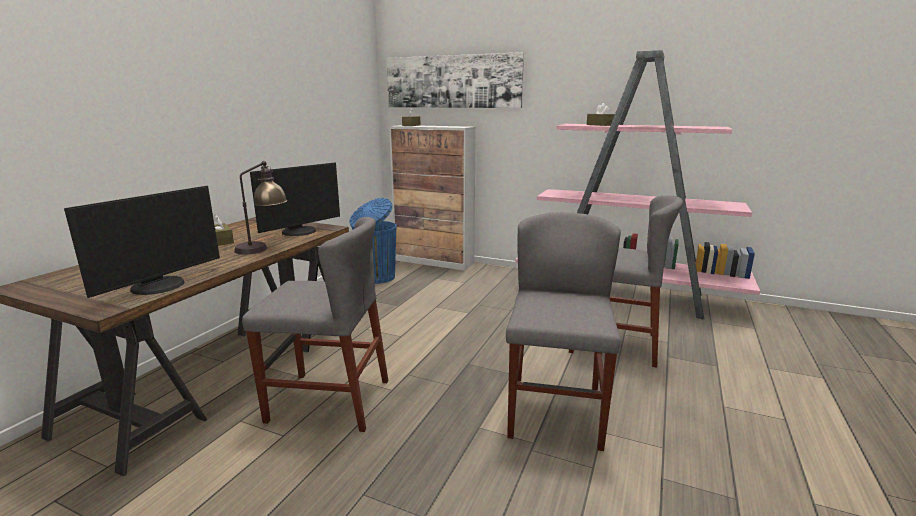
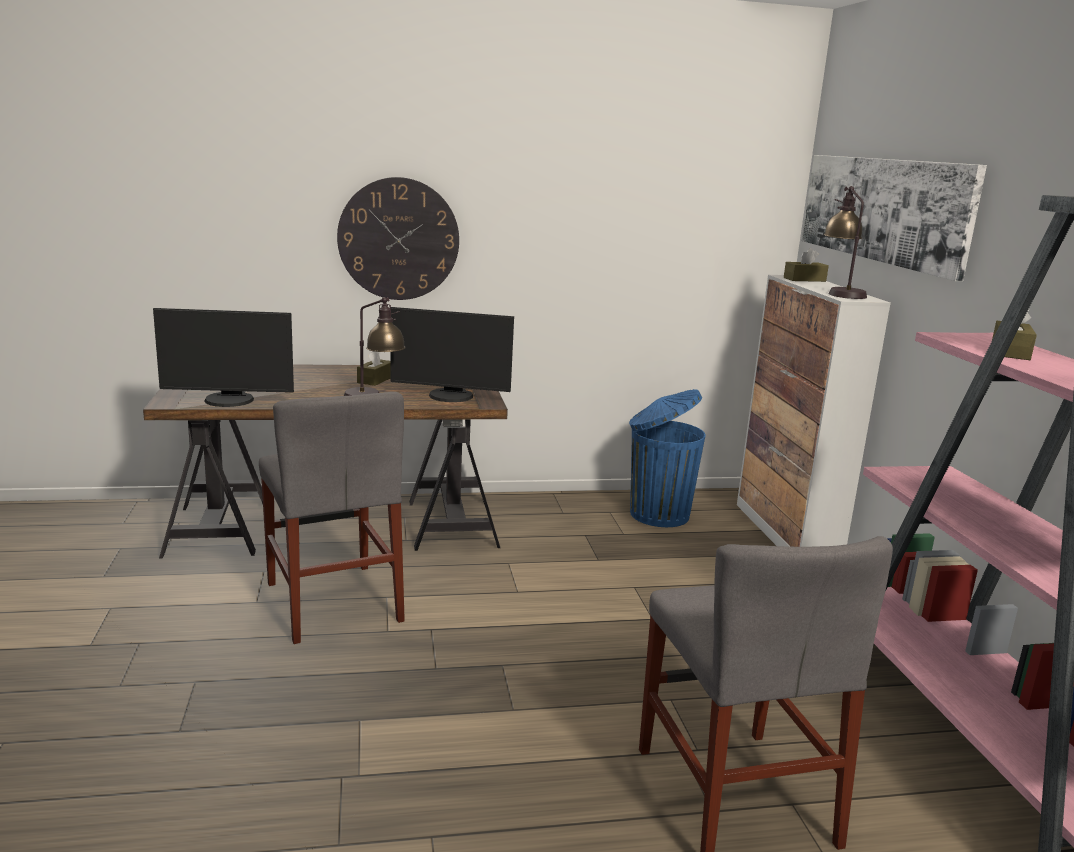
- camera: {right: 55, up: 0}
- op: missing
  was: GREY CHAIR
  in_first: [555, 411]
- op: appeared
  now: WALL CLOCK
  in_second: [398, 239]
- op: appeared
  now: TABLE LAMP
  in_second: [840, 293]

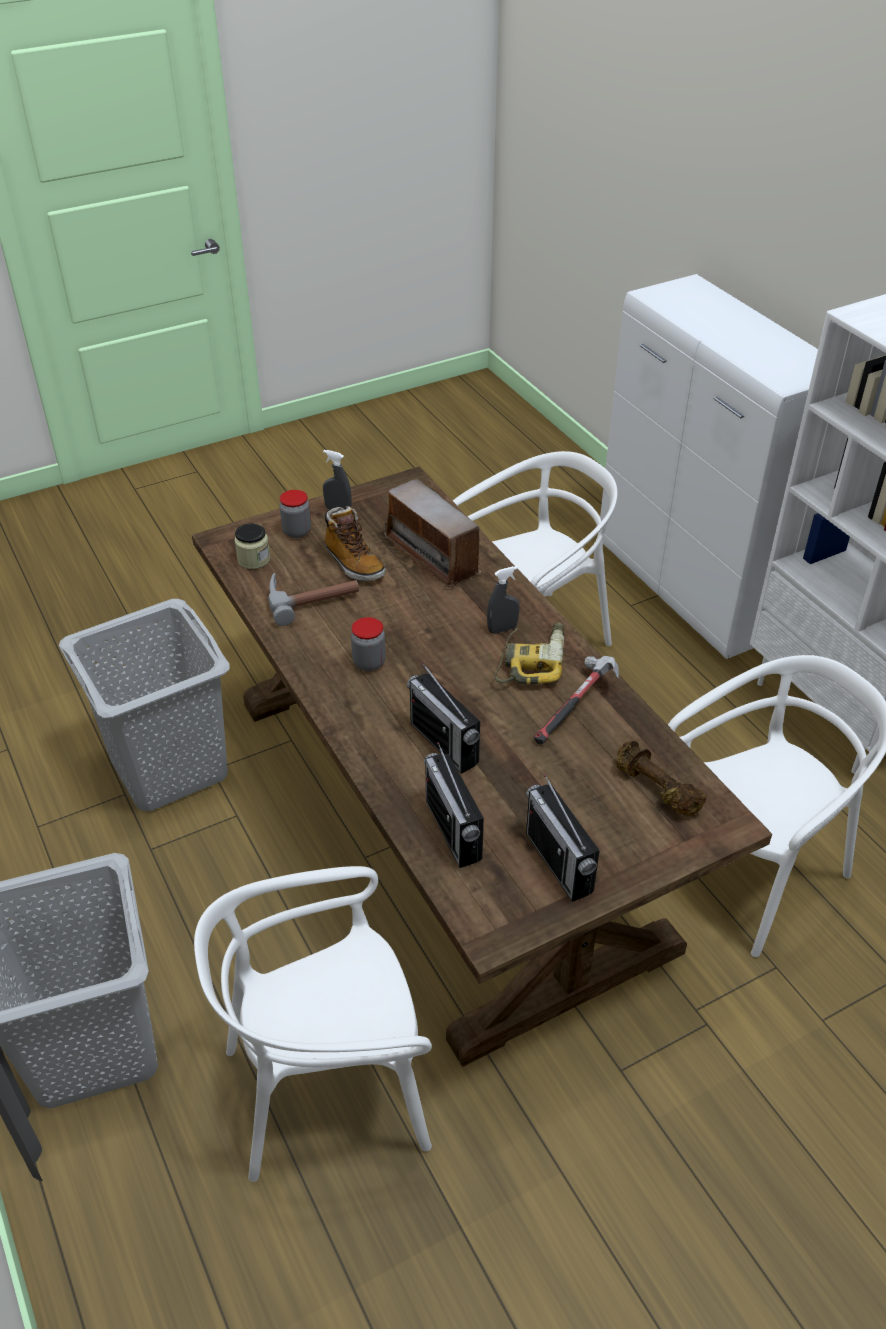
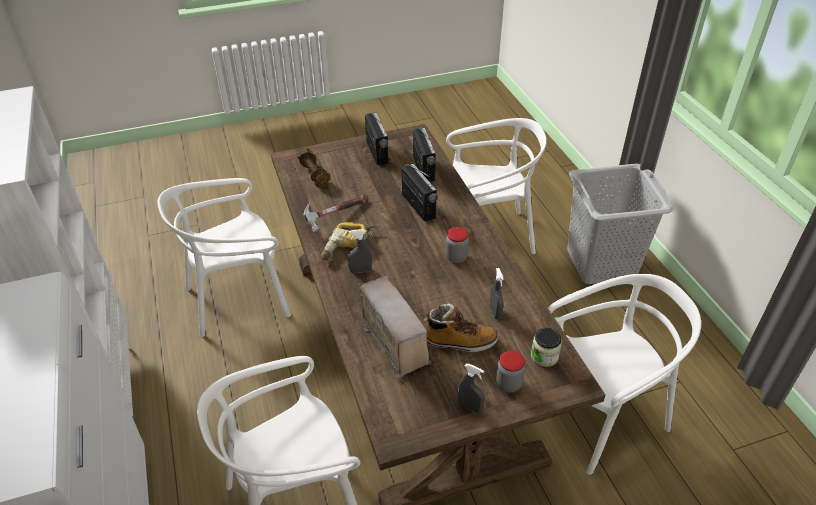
- camera: {right: -170, up: 0}
- op: spun
  was: BOOT
  in_first: [353, 563]
  in_second: [460, 341]
  clockwise: 120
- op: exchanged
  was: HAMMER
  now: GREY SPRAY BOTTLE
  in_first: [311, 598]
  in_second: [495, 312]
- op: exchanged
  was: GREY LAUNDRY BASKET
  now: WHITE CHAIR
  in_first: [168, 767]
  in_second: [601, 415]

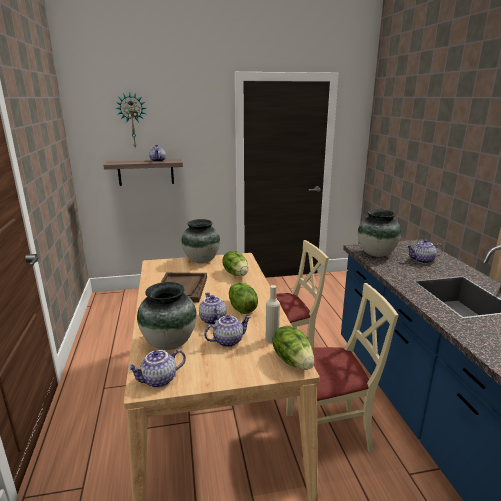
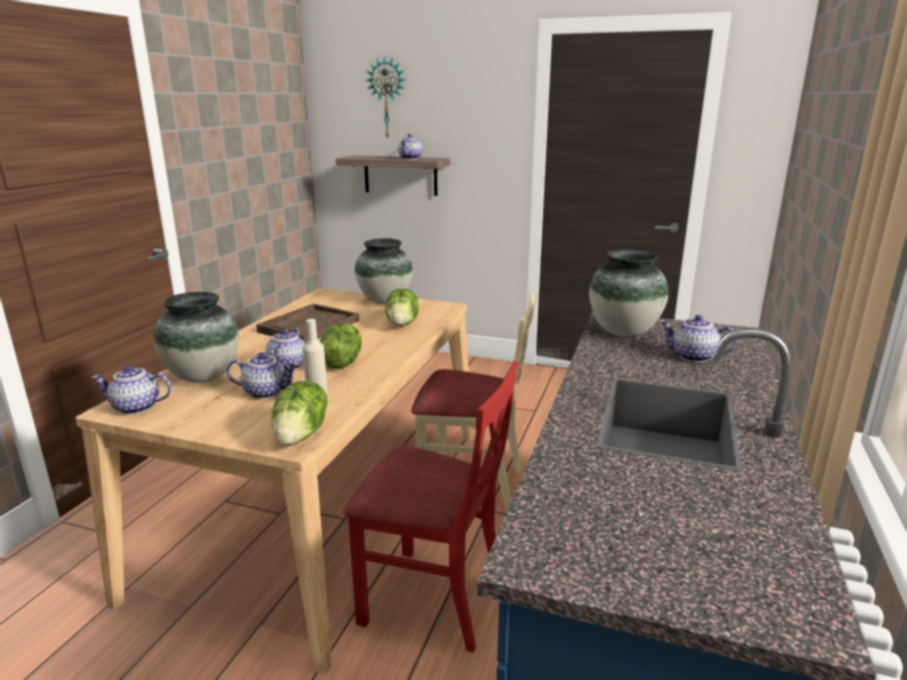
- camera: {right: 30, up: 0}
- op: colour
  was: BEIGE CHAIR
  now: RED CHAIR
  in_first: [327, 433]
  in_second: [433, 599]

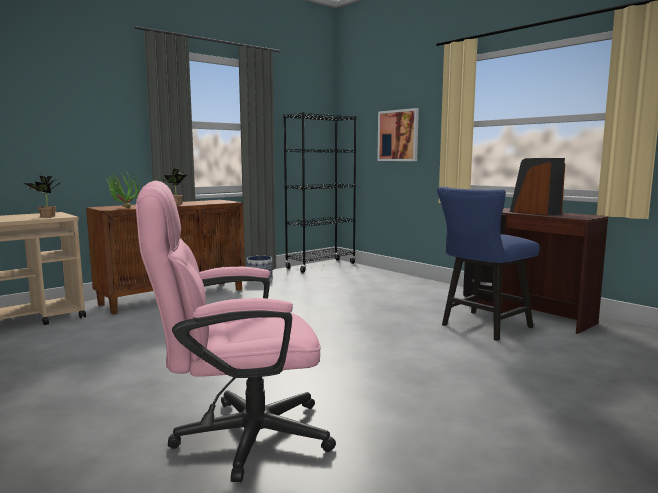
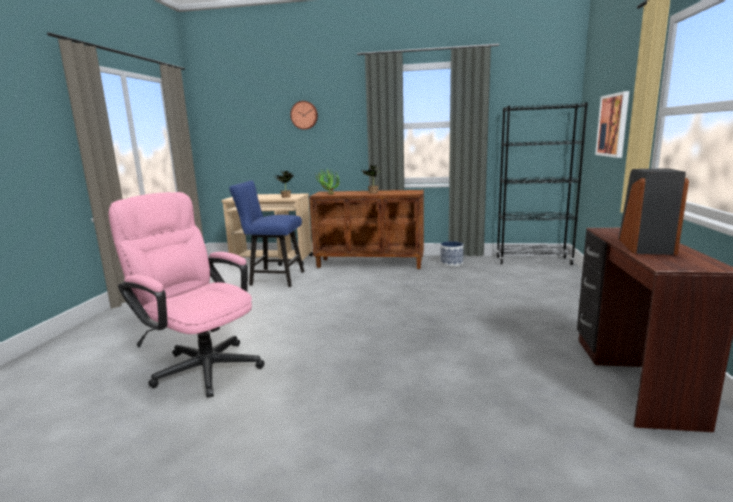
- camera: {right: 50, up: 5}
- op: relocated
  was: BLUE CHAIR
  in_first: [482, 327]
  in_second: [273, 278]
- op: appeared
  now: WALL CLOCK
  in_second: [304, 115]

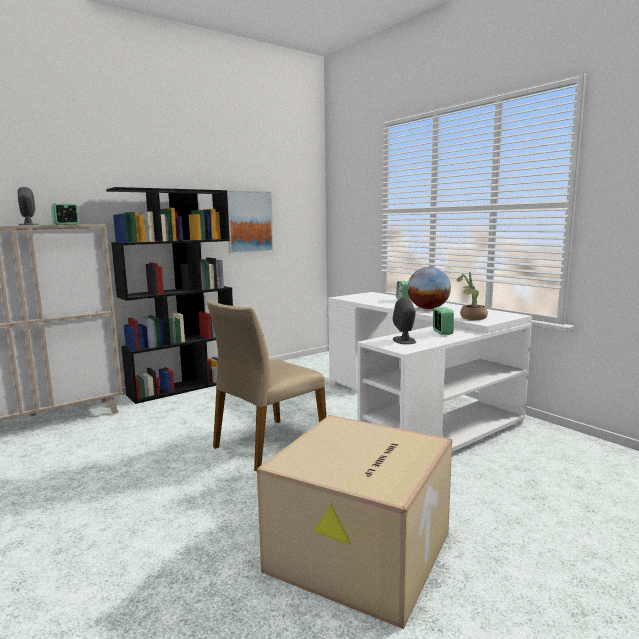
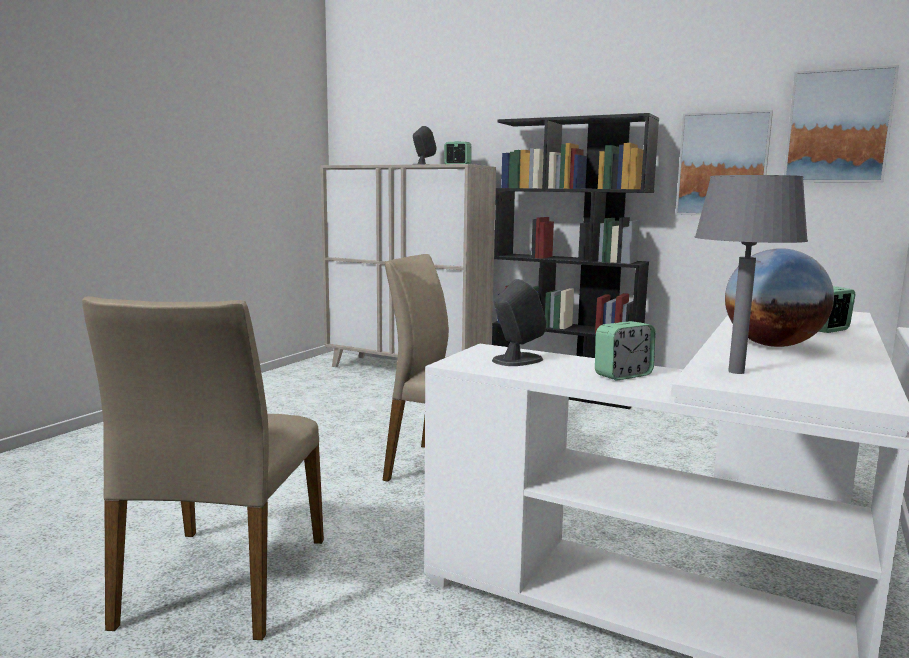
- camera: {right: 65, up: 0}
- op: exchanged
  was: POTTED PLANT
  now: GREY TABLE LAMP
  in_first: [471, 318]
  in_second: [735, 372]
- op: exchanged
  was: CARDBOARD BOX
  now: BEIGE CHAIR
  in_first: [361, 553]
  in_second: [222, 581]
- op: appeared
  now: PICTURE
  in_second: [838, 127]

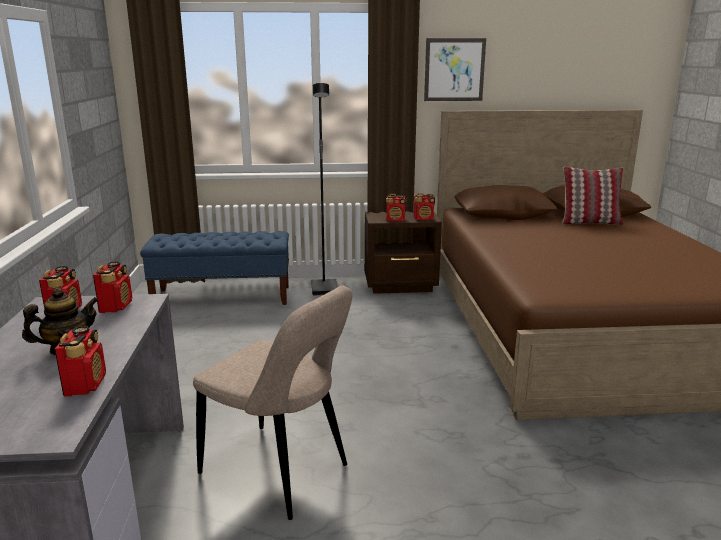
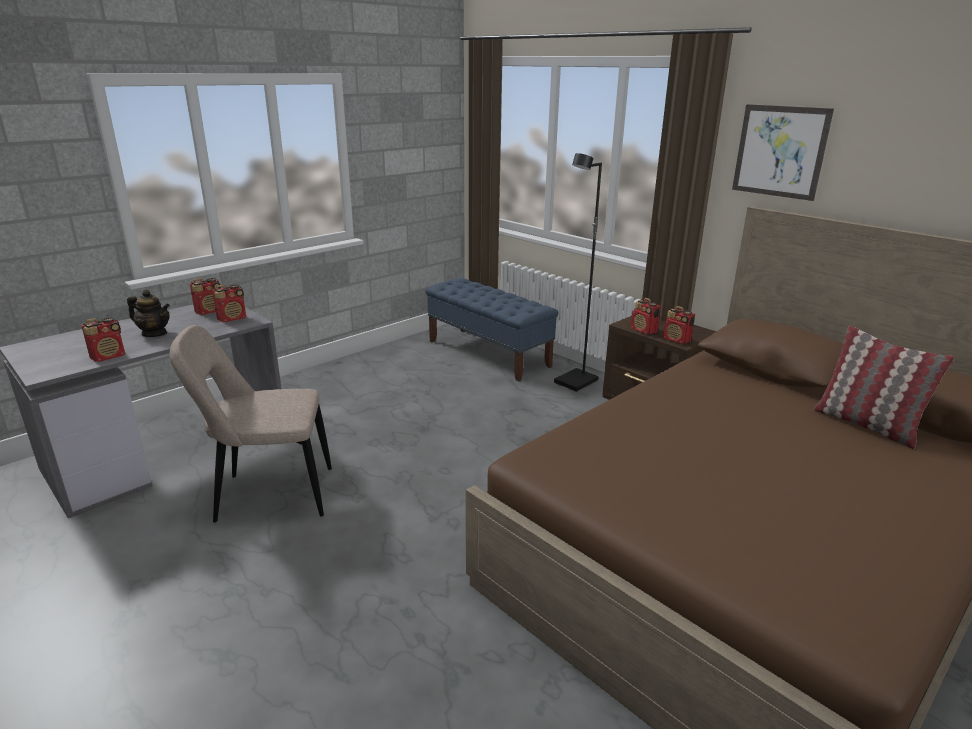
- camera: {right: 50, up: 5}
- op: spun
  was: BEIGE CHAIR
  in_first: [279, 472]
  in_second: [269, 495]
  clockwise: 90

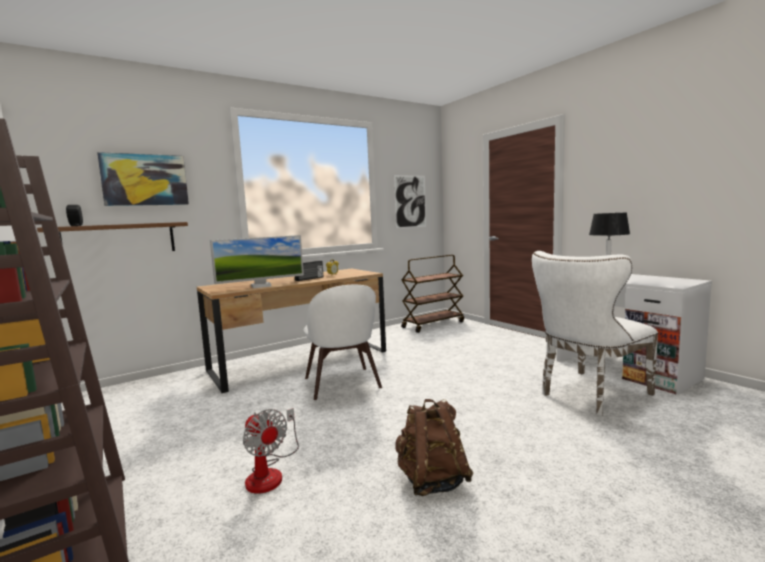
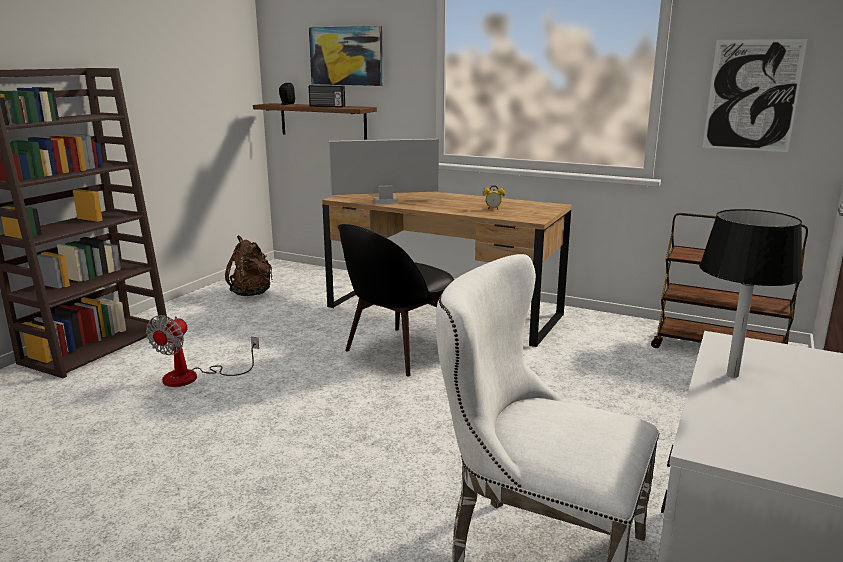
- camera: {right: 60, up: 10}
- op: spun
  was: MONITOR
  in_first: [261, 286]
  in_second: [385, 201]
  clockwise: 135
- op: relocated
  was: RADIO
  in_first: [309, 279]
  in_second: [327, 106]
- op: colour
  was: WHITE CHAIR
  now: BLACK CHAIR
  in_first: [343, 384]
  in_second: [398, 352]
- op: relocated
  was: BROWN BACKPACK
  in_first: [432, 481]
  in_second: [252, 293]

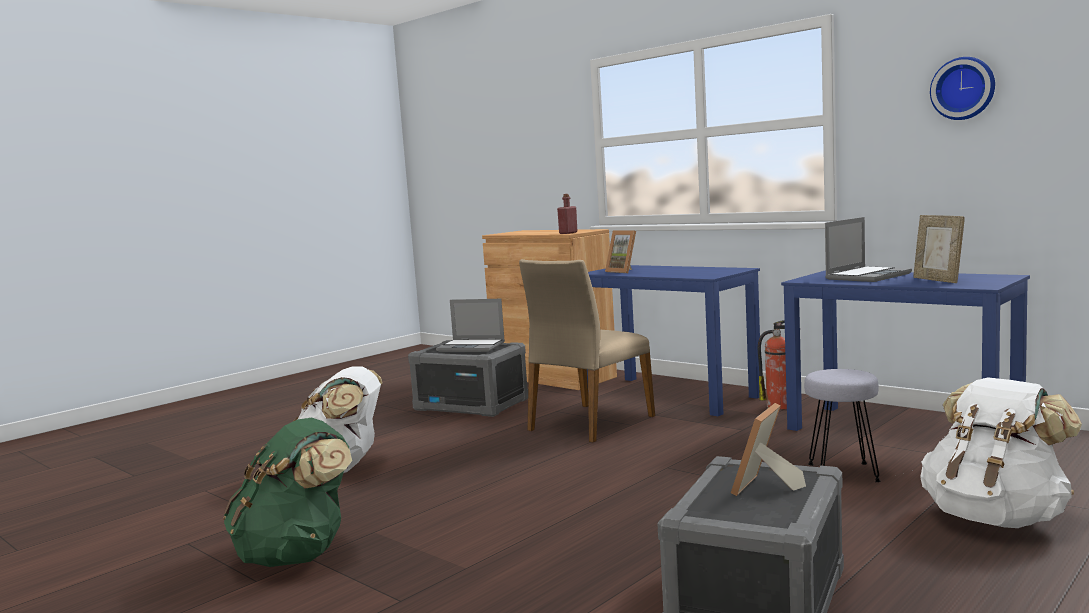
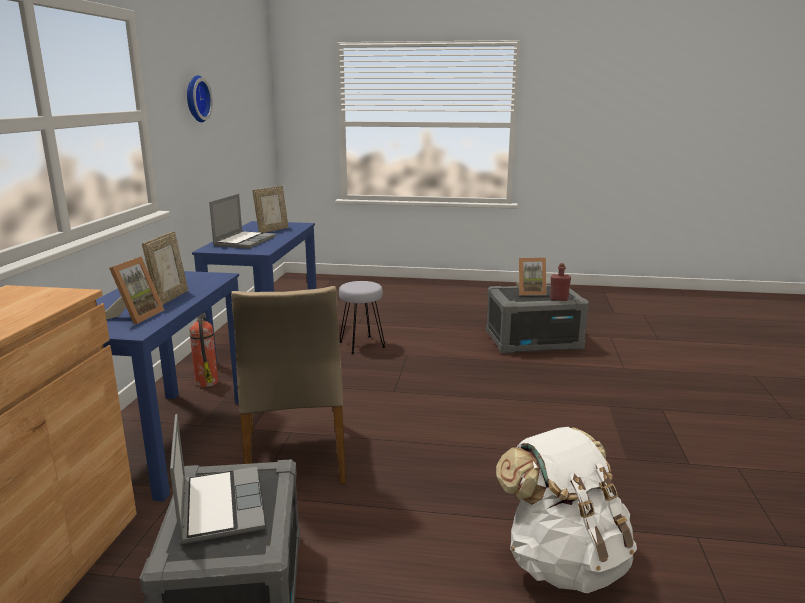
- camera: {right: -125, up: 10}
- op: relocated
  was: RED BOTTLE
  in_first: [568, 233]
  in_second: [559, 299]
- op: spun
  was: LAPTOP
  in_first: [867, 276]
  in_second: [244, 241]
  clockwise: 90
- op: spun
  was: BEIGE CHAIR
  in_first: [589, 423]
  in_second: [295, 456]
  clockwise: 75
- op: missing
  was: WHITE BACKPACK
  in_first: [995, 518]
- op: missing
  was: GREEN BACKPACK
  in_first: [297, 555]
- op: appeared
  now: PICTURE FRAME
  in_second: [170, 298]

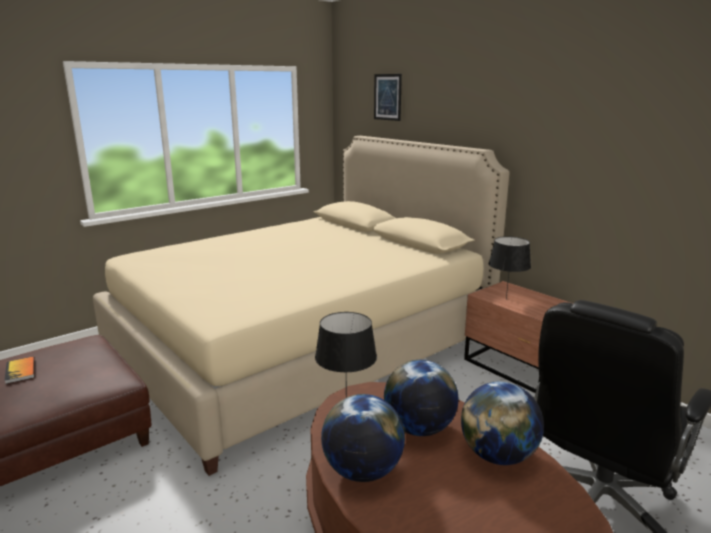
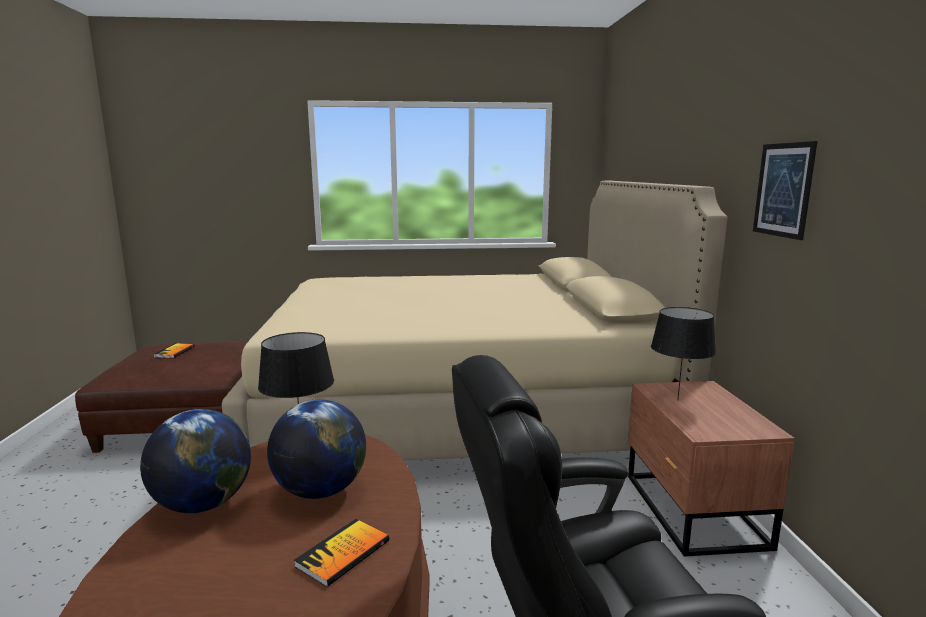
- camera: {right: 35, up: -5}
- op: relocated
  was: PICTURE
  in_first: [387, 97]
  in_second: [783, 190]
- op: exchanged
  was: GLOBE
  now: BOOK
  in_first: [498, 456]
  in_second: [343, 553]

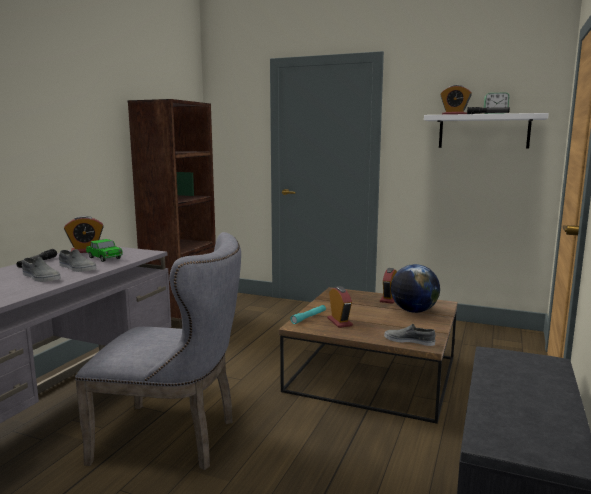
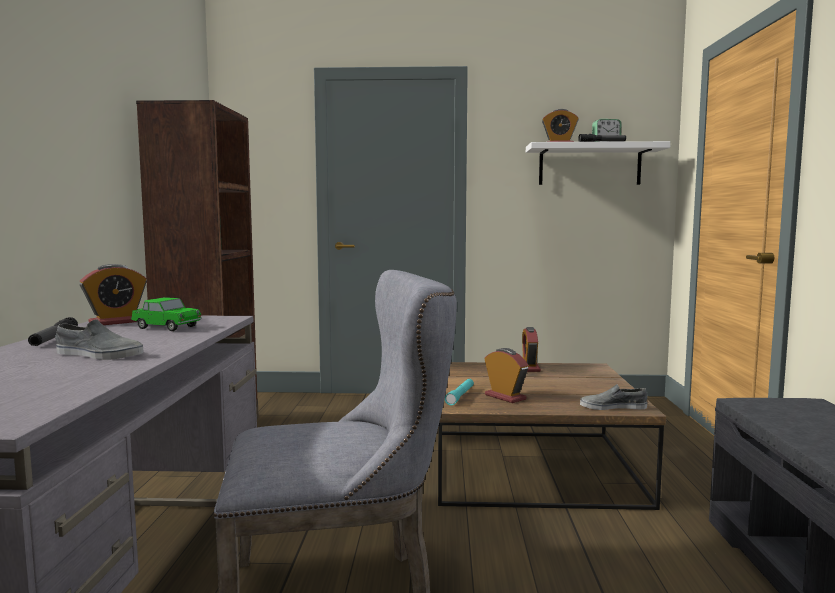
- camera: {right: -20, up: -5}
- op: missing
  was: GREY SHOE
  in_first: [77, 268]
- op: missing
  was: GLOBE
  in_first: [413, 311]

